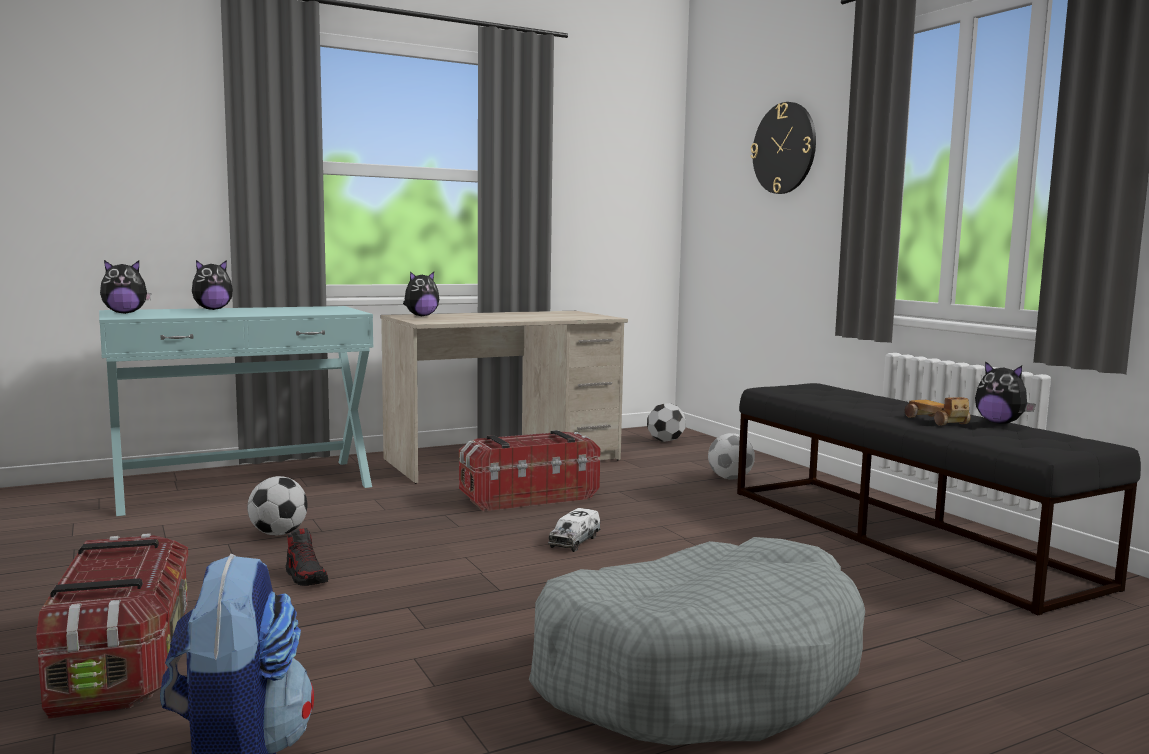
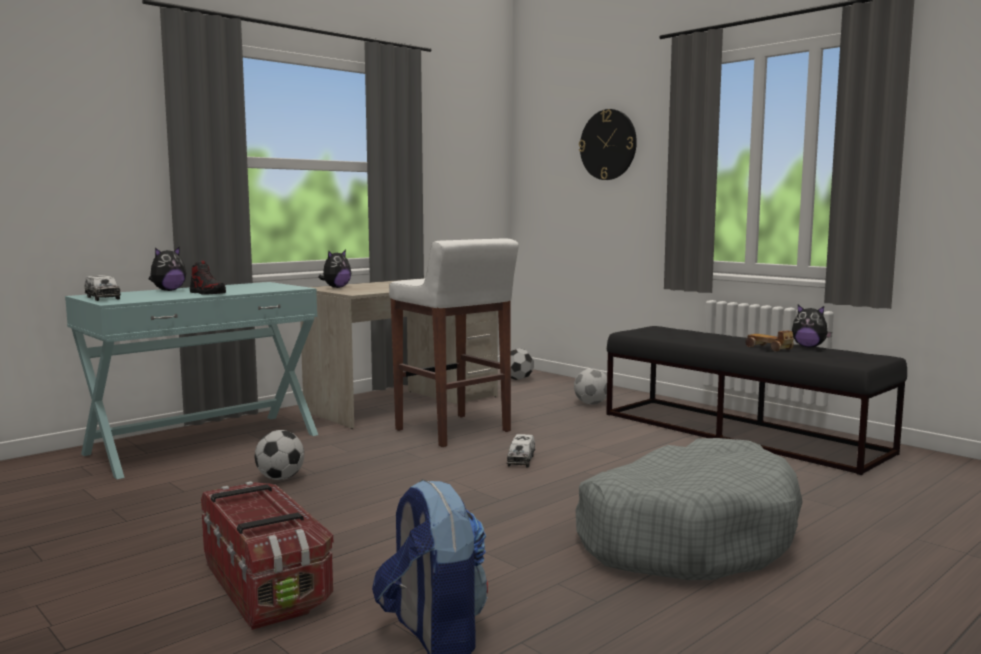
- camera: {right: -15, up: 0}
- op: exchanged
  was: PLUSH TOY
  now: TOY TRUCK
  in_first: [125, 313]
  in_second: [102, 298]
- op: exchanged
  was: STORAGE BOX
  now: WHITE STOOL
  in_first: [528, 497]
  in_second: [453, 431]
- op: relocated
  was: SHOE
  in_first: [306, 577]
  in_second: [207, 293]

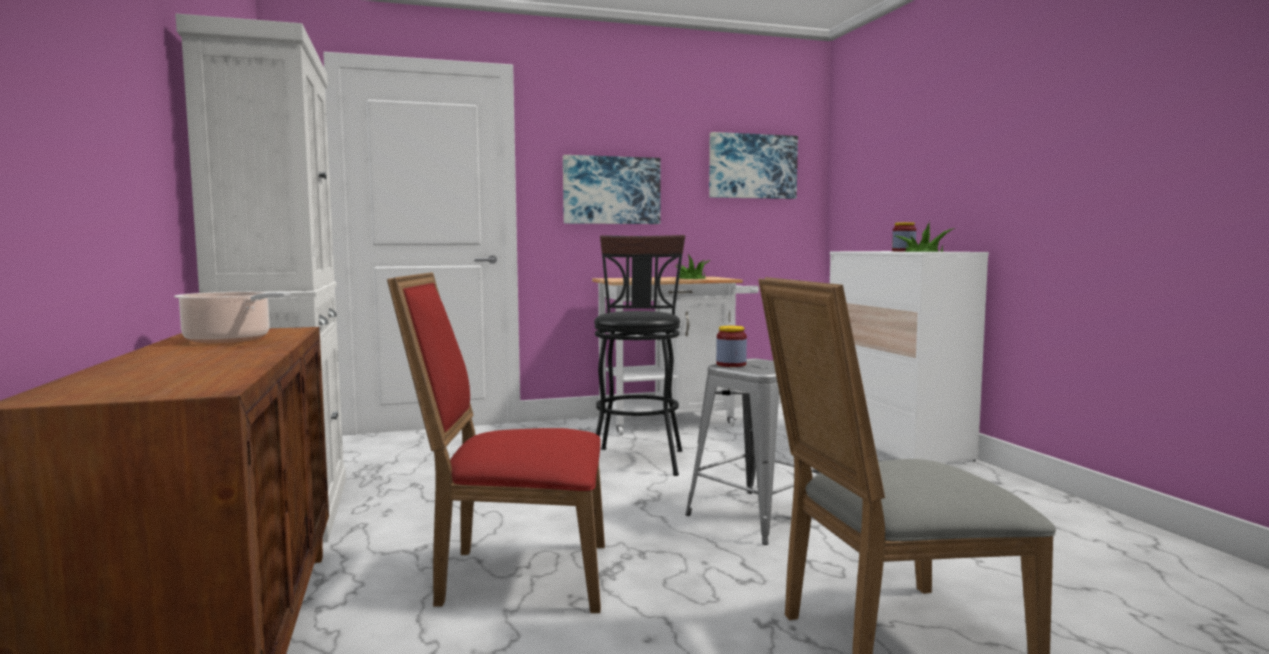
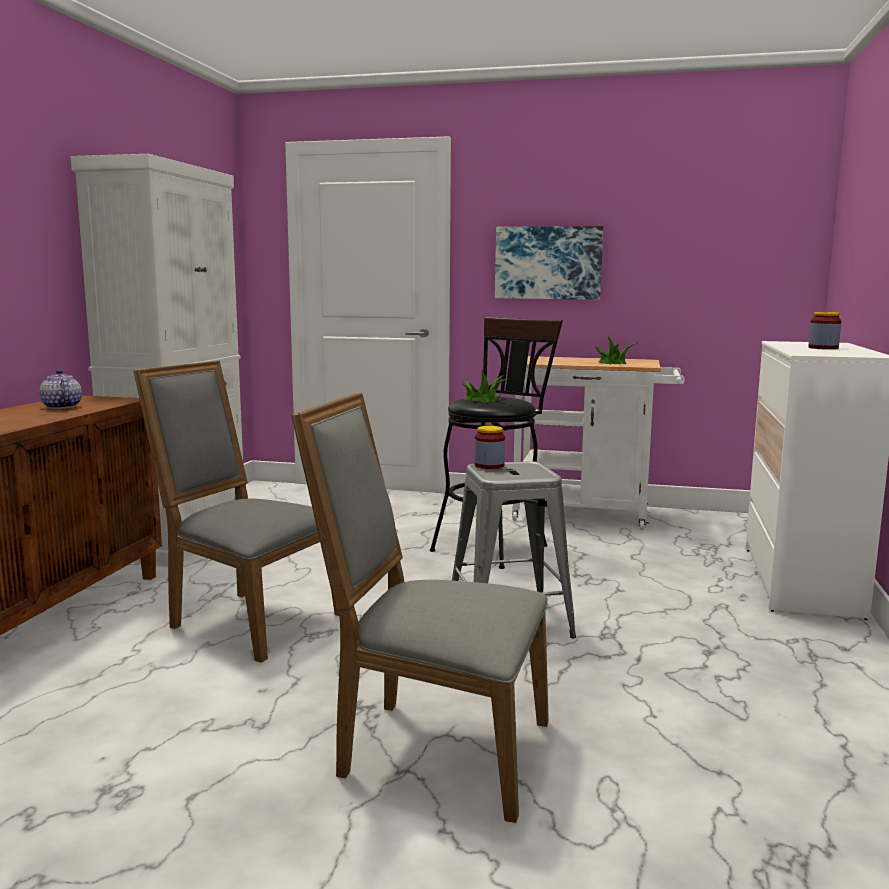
- camera: {right: 30, up: 5}
- op: missing
  was: PICTURE
  in_first: [752, 166]
- op: relocated
  was: POTTED PLANT
  in_first: [923, 251]
  in_second: [483, 399]
- op: colour
  was: RED CHAIR
  now: GREY CHAIR
  in_first: [514, 576]
  in_second: [247, 620]
- op: exchanged
  was: COOKING POT
  now: TEAPOT
  in_first: [231, 340]
  in_second: [61, 407]

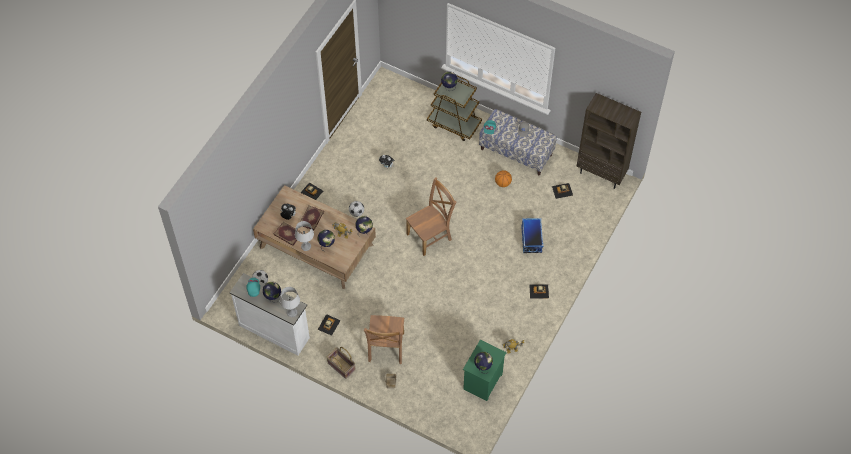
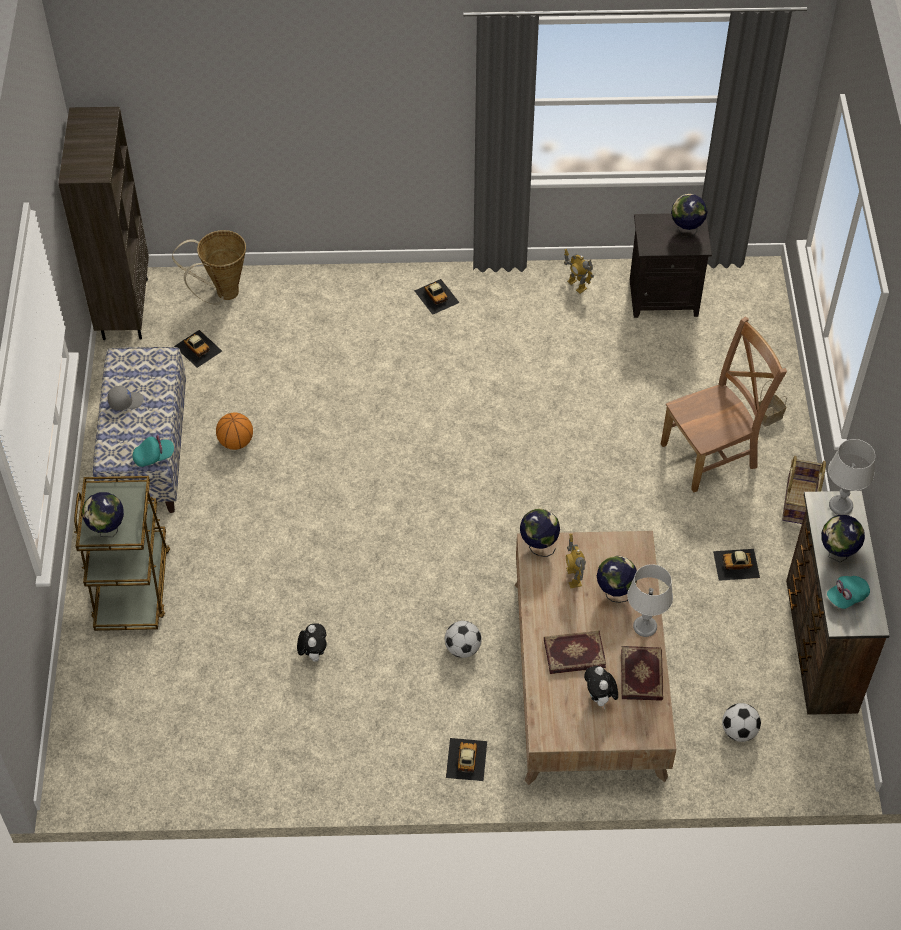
- camera: {right: -120, up: -5}
- op: missing
  was: BROWN CHAIR
  in_first: [430, 236]
- op: missing
  was: STORAGE BOX
  in_first: [531, 239]
- op: colour
  was: WHITE DRESSER
  now: BROWN DRESSER
  in_first: [274, 330]
  in_second: [818, 646]
- op: colour
  was: GREEN NIGHTSTAND
  now: BLACK NIGHTSTAND
  in_first: [483, 382]
  in_second: [664, 297]
- op: appeared
  now: BASKET
  in_second: [222, 294]

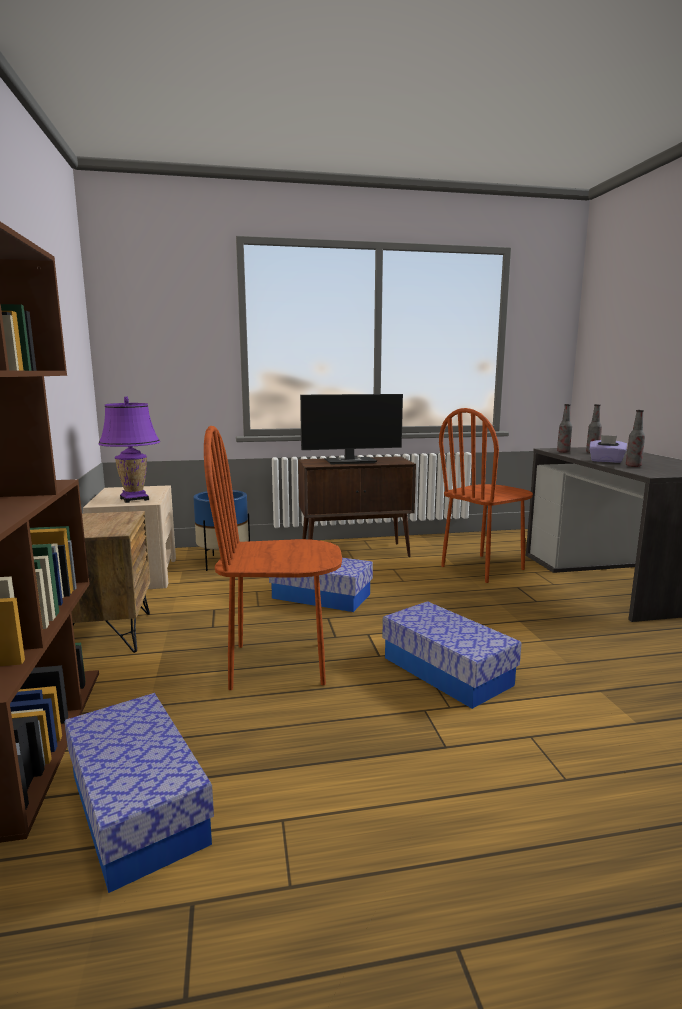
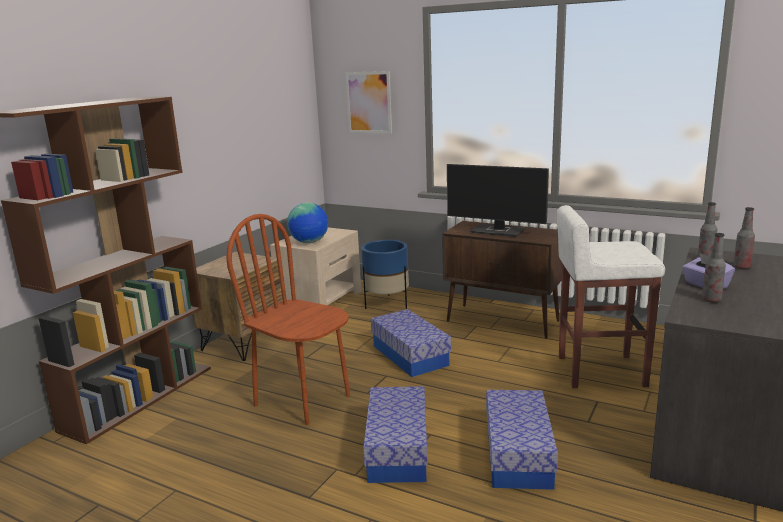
- camera: {right: 40, up: 5}
- op: exchanged
  was: PURPLE TABLE LAMP
  now: GLOBE
  in_first: [134, 499]
  in_second: [309, 242]
- op: exchanged
  was: BROWN CHAIR
  now: WHITE STOOL
  in_first: [483, 568]
  in_second: [599, 371]
- op: relocated
  was: STORAGE BOX
  in_first: [137, 808]
  in_second: [518, 454]
- op: appeared
  now: PICTURE
  in_second: [369, 102]

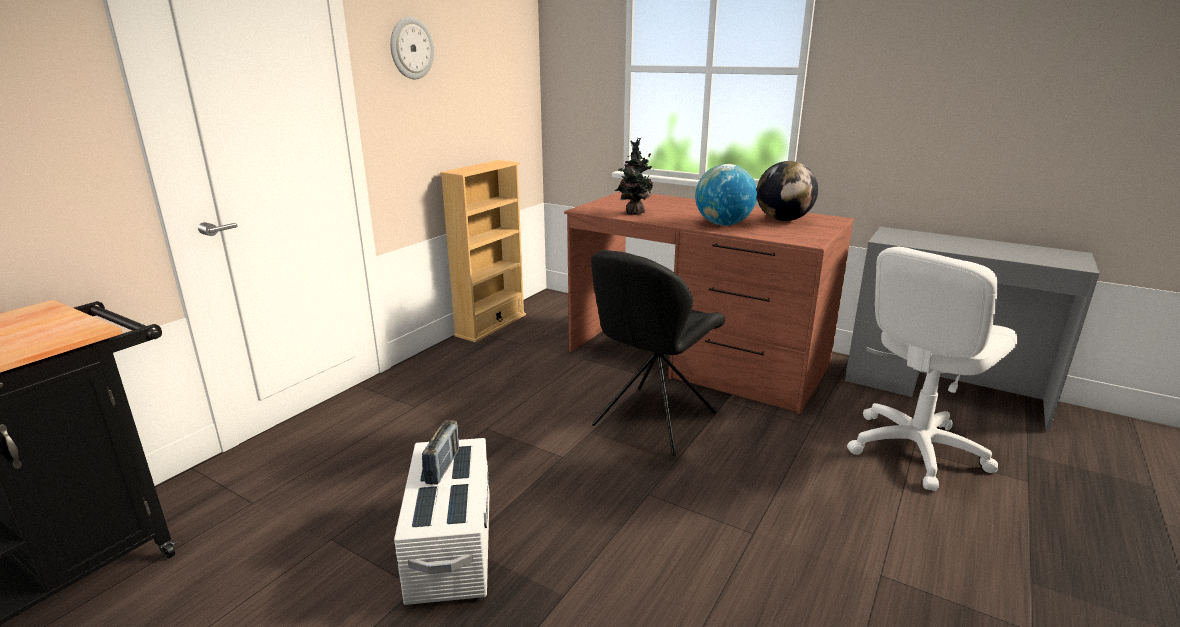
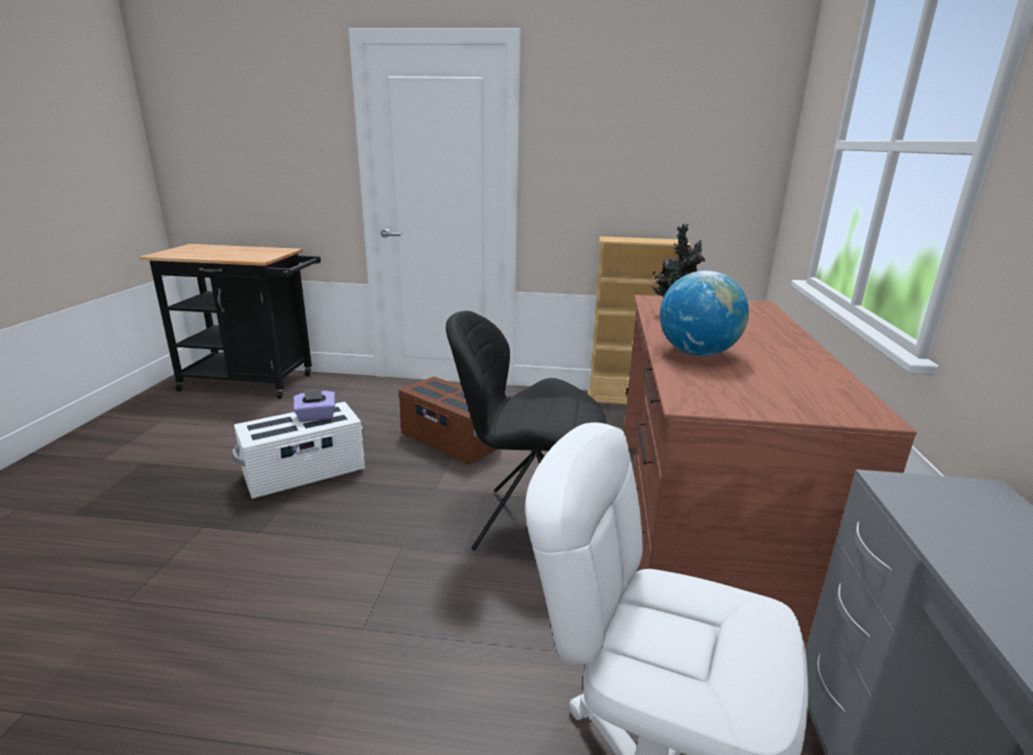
- camera: {right: 65, up: 0}
- op: missing
  was: WALL CLOCK
  in_first: [411, 48]
- op: missing
  was: GLOBE
  in_first: [783, 220]
- op: exchanged
  was: RADIO
  now: PURPLE TISSUE BOX
  in_first: [443, 467]
  in_second: [316, 417]
- op: appeared
  now: BROWN STORAGE BOX
  in_second: [451, 442]

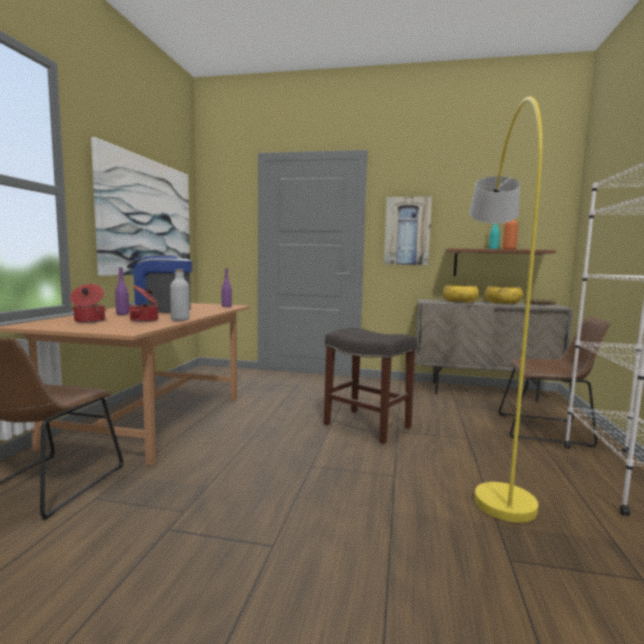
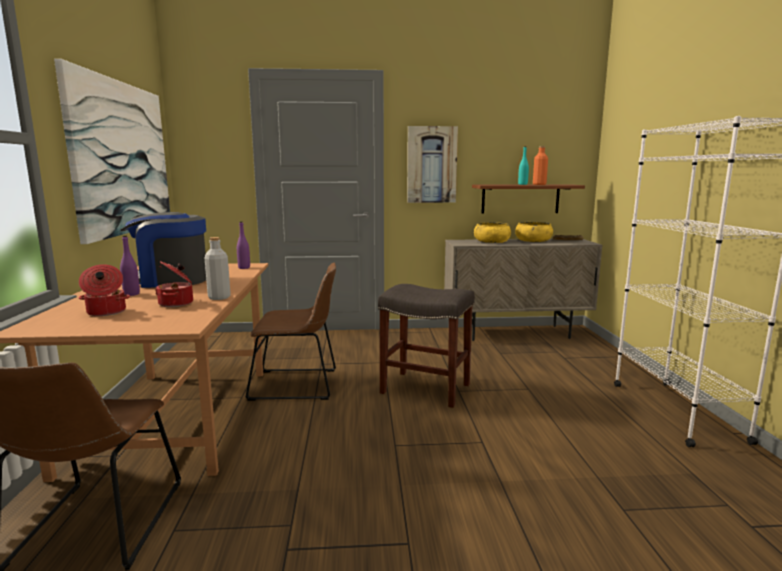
- camera: {right: -15, up: 5}
- op: missing
  was: YELLOW FLOOR LAMP
  in_first: [487, 456]
- op: relocated
  was: BROWN CHAIR
  in_first: [548, 430]
  in_second: [298, 384]

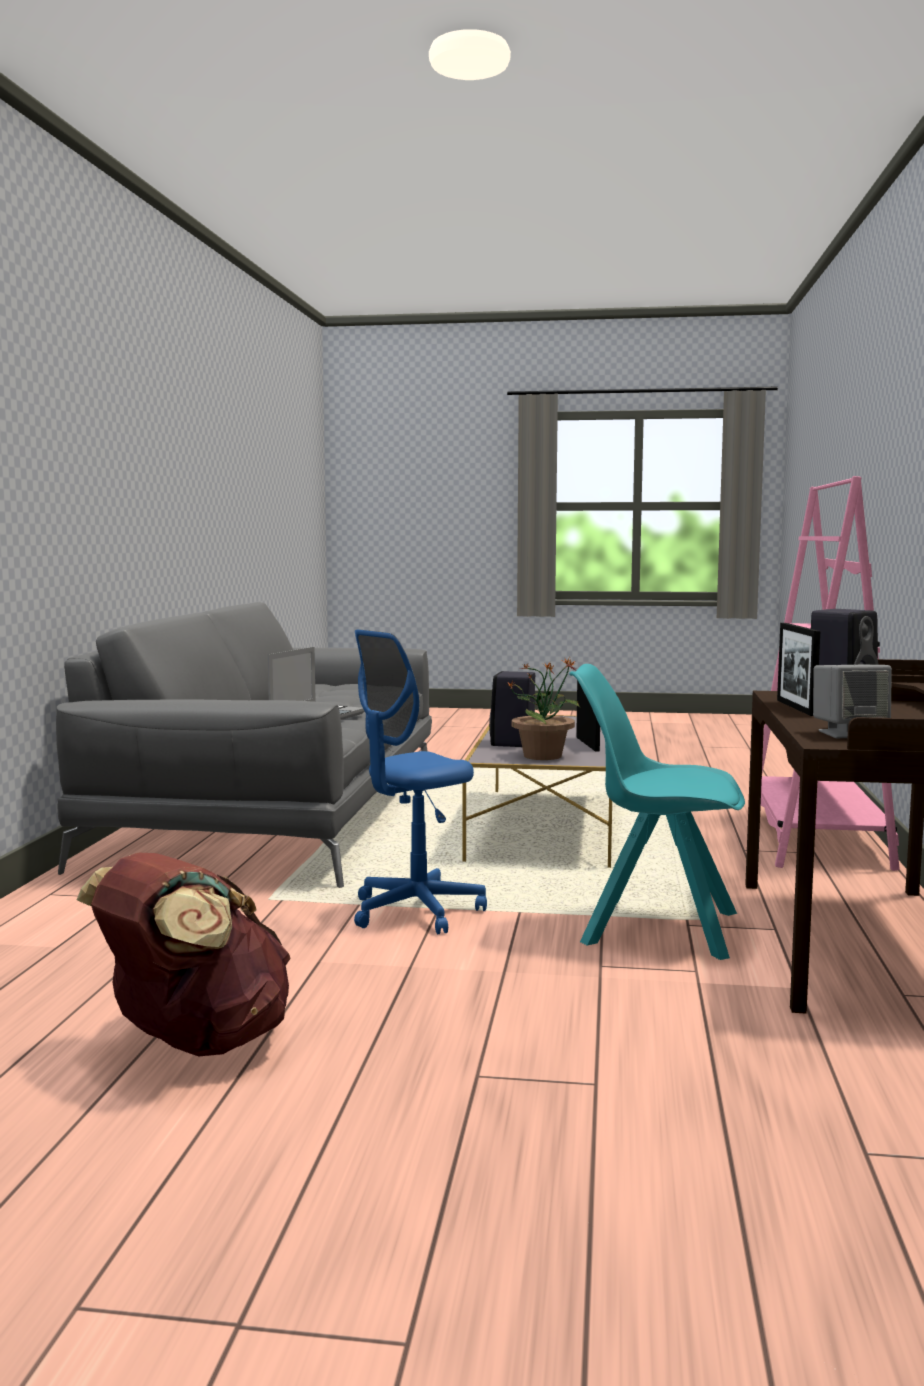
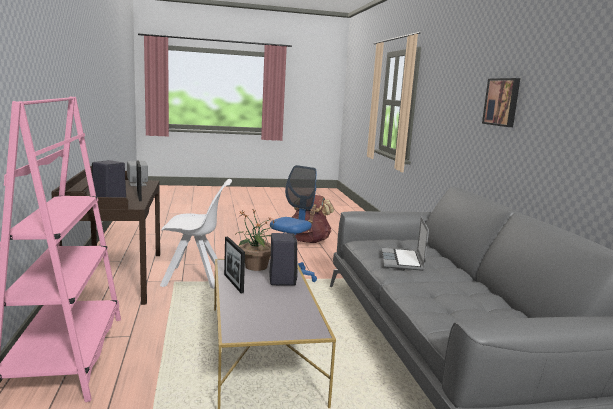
- camera: {right: 160, up: 5}
- op: colour
  was: TURQUOISE CHAIR
  now: WHITE CHAIR
  in_first: [655, 928]
  in_second: [195, 278]
- op: appeared
  now: PICTURE
  in_second: [502, 102]

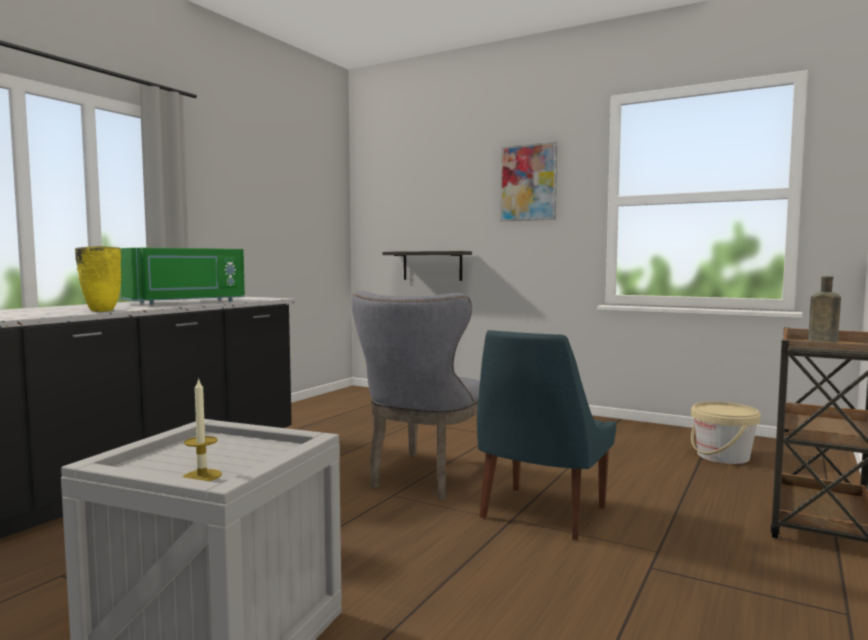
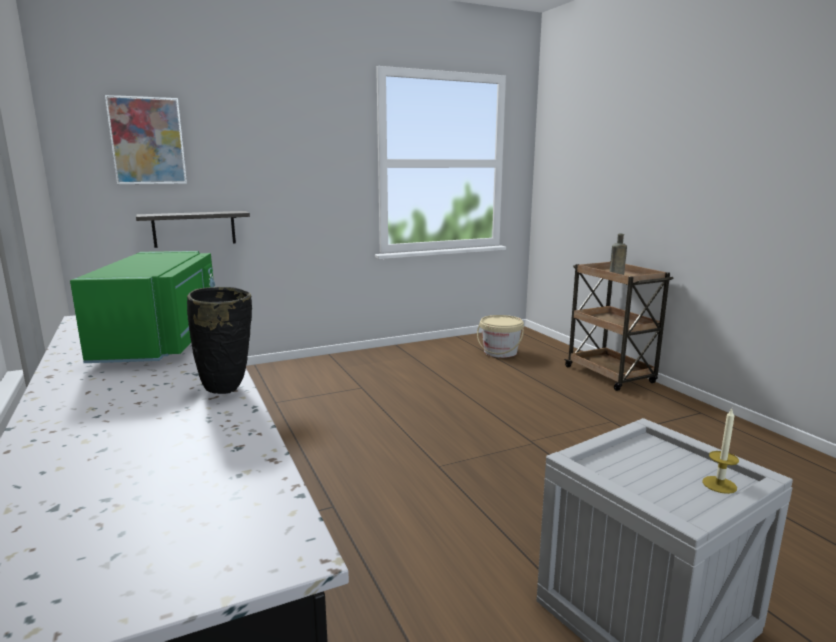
- camera: {right: -55, up: 10}
- op: relocated
  was: PICTURE
  in_first: [528, 183]
  in_second: [147, 141]
- op: colour
  was: YELLOW VASE
  now: BLACK VASE
  in_first: [100, 311]
  in_second: [226, 390]
- op: missing
  was: GREY CHAIR
  in_first: [427, 479]
- op: missing
  was: BLUE CHAIR
  in_first: [541, 514]

